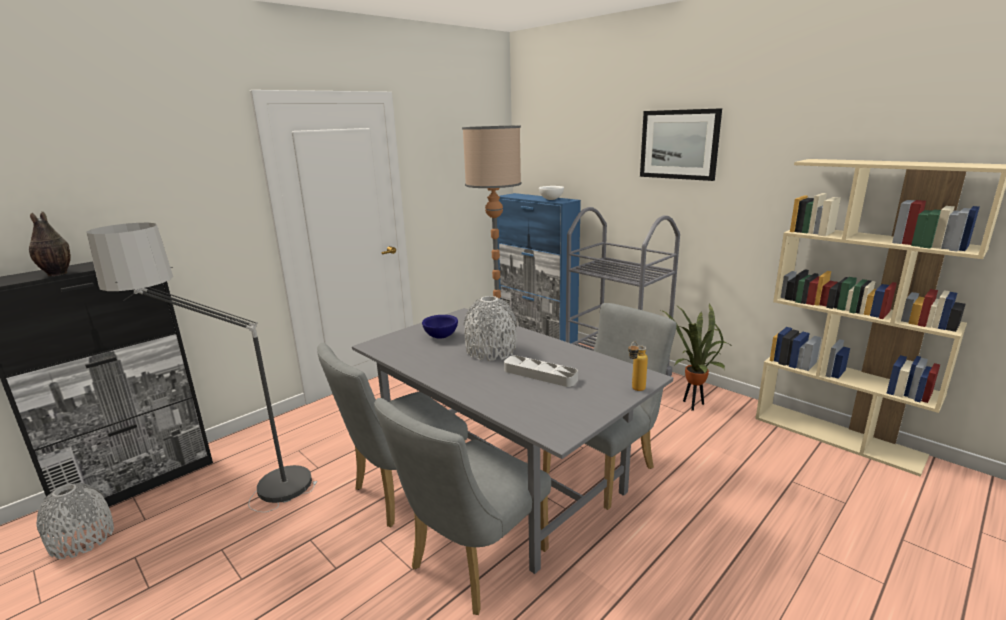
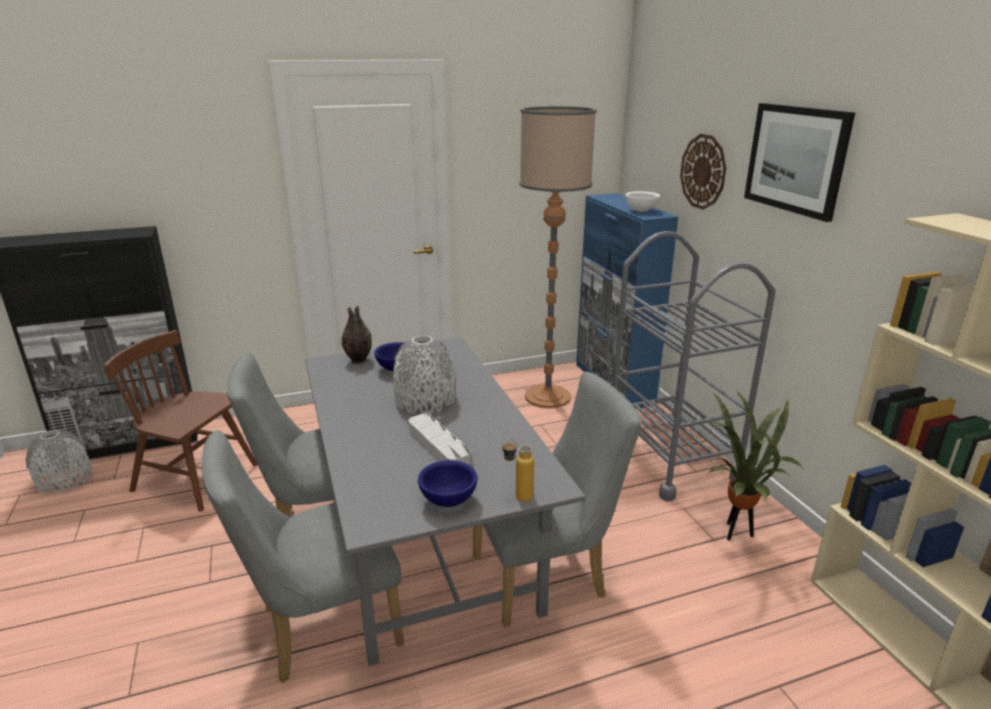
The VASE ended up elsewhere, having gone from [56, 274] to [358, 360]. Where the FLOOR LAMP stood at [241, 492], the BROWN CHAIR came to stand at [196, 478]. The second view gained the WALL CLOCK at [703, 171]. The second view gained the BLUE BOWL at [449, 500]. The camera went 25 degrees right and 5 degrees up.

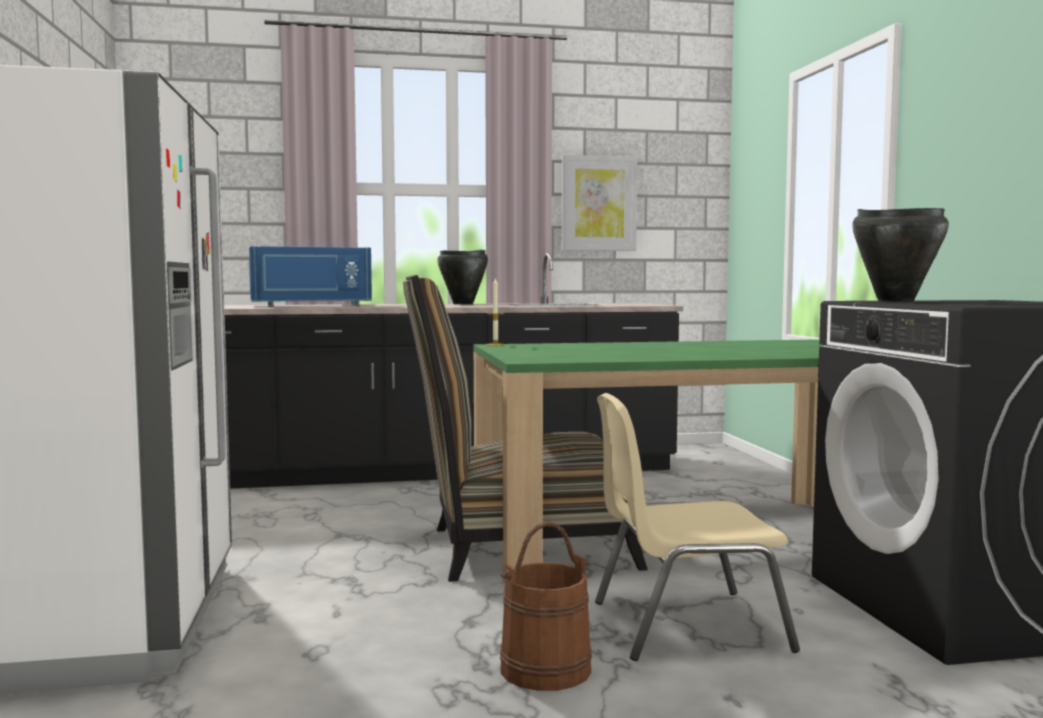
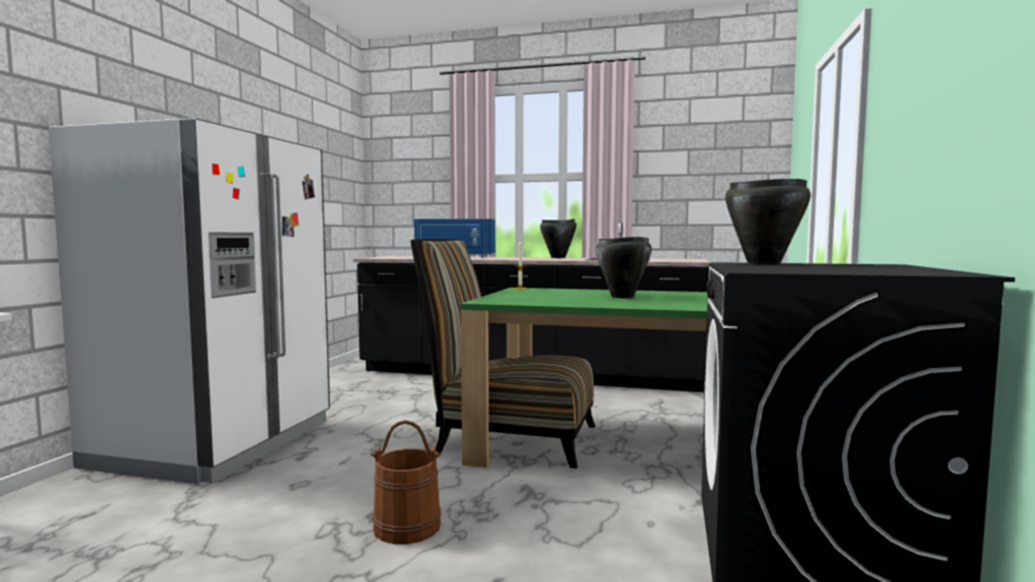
The second view lost the PICTURE at [598, 203]. The second view lost the BEIGE CHAIR at [685, 625]. The second view gained the BLACK COOKING POT at [622, 297]. The camera went 25 degrees right and 0 degrees up.

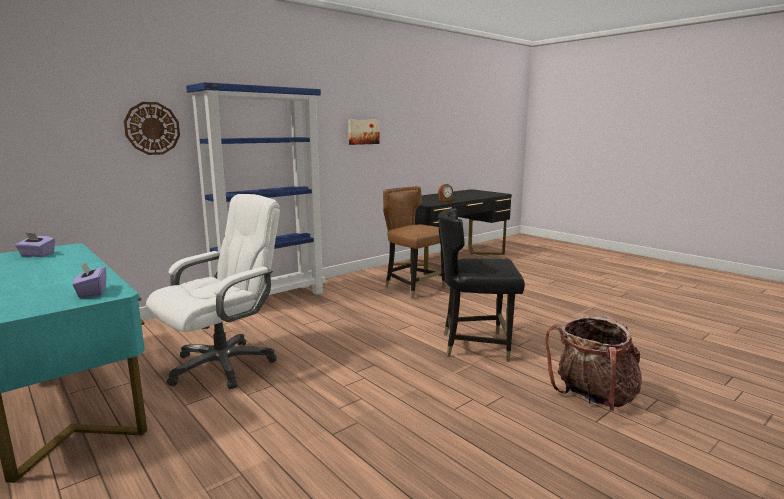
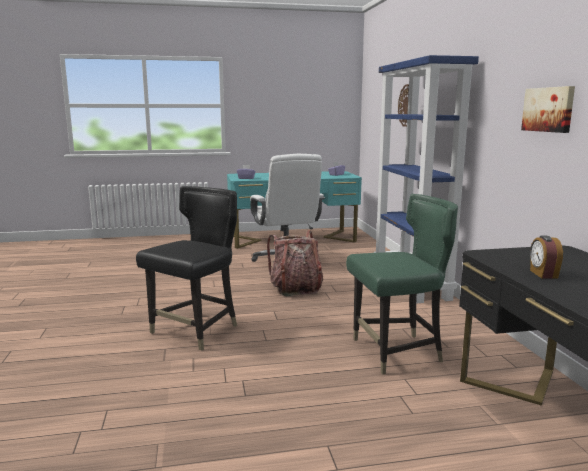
What was the BROWN CHAIR at [414, 288] turned into the GREEN CHAIR at [397, 352]. The BACKPACK ended up elsewhere, having gone from [593, 397] to [296, 289]. The camera went 120 degrees right and 0 degrees up.

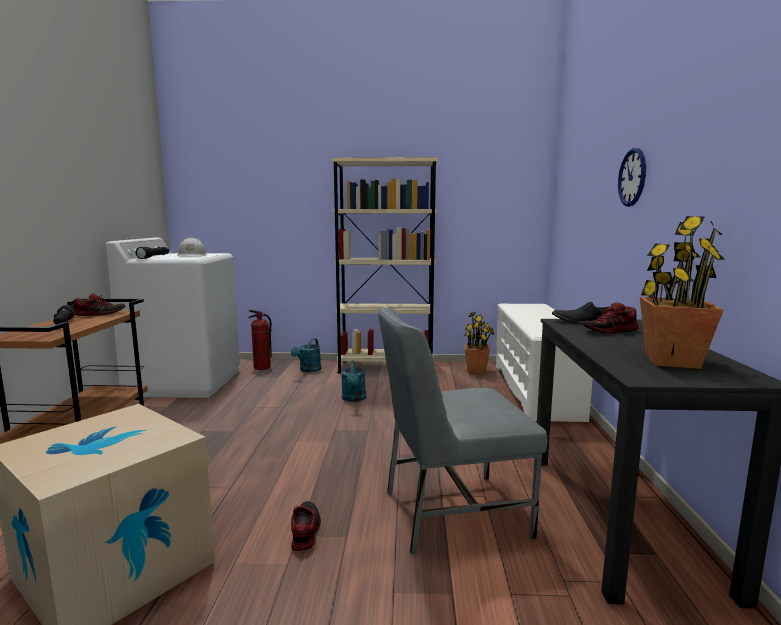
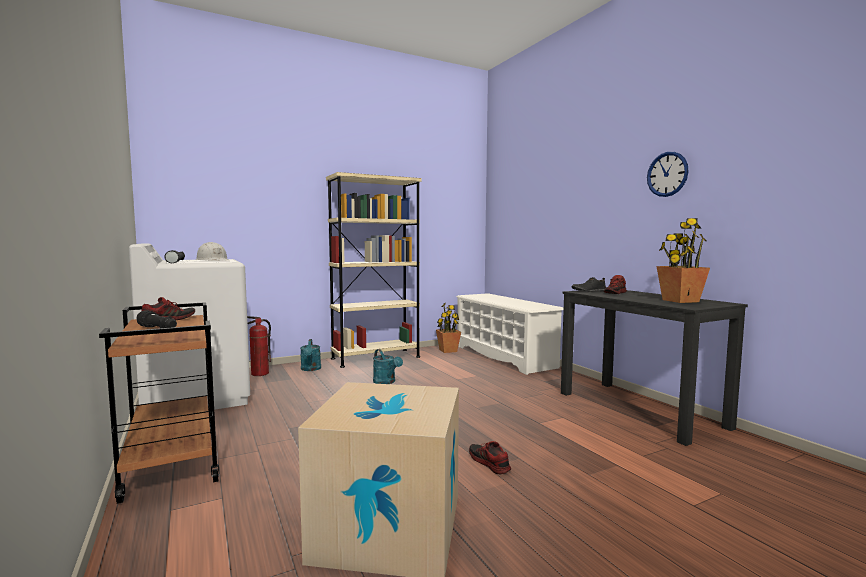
The WALL CLOCK ended up elsewhere, having gone from [632, 177] to [667, 174]. The second view lost the GREY CHAIR at [452, 512]. The camera went 30 degrees left and 5 degrees down.

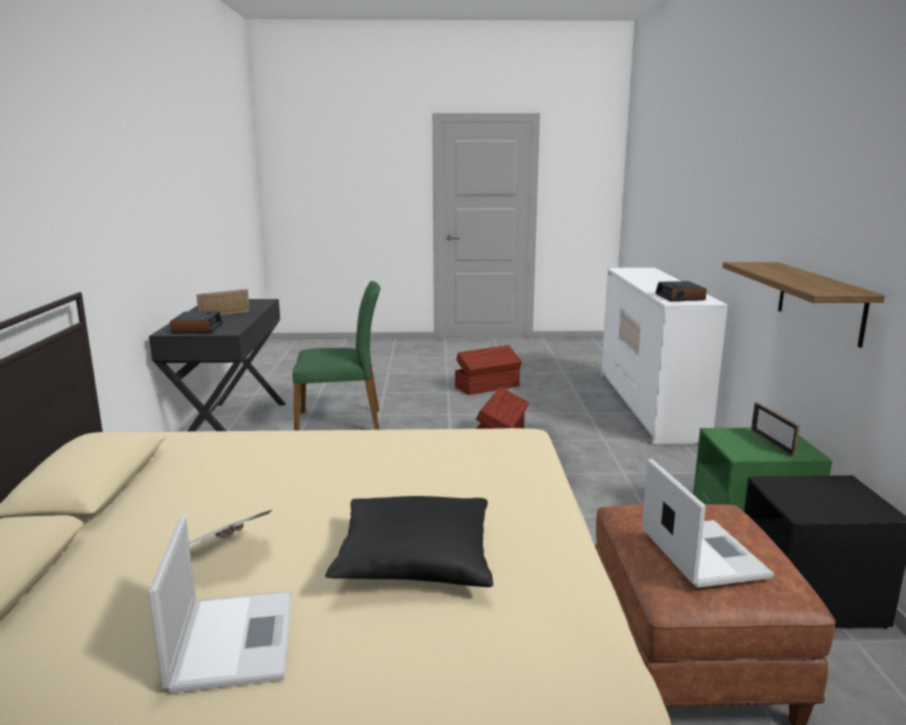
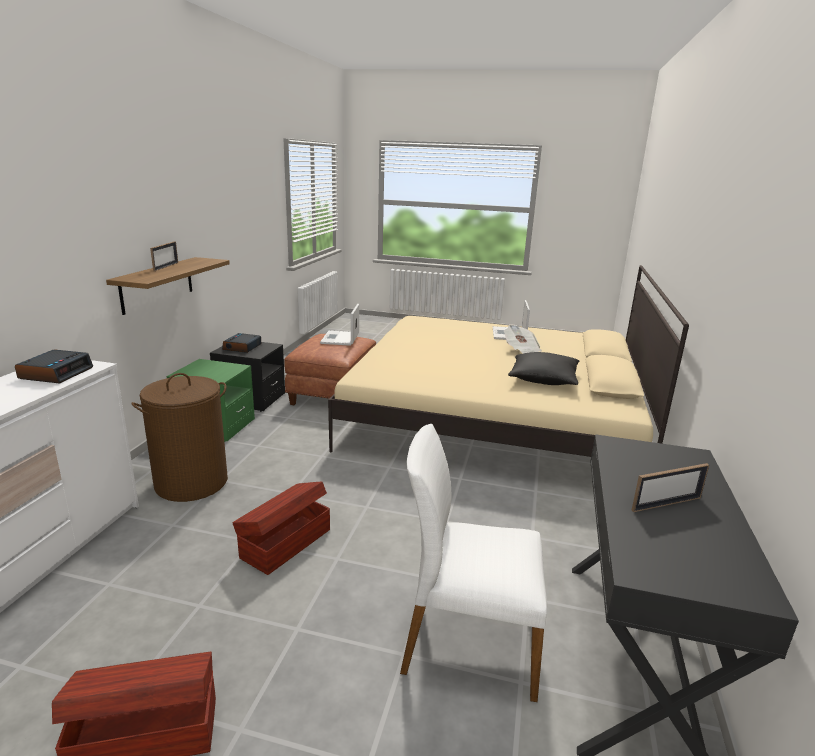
What was the GREEN CHAIR at [340, 422] turned into the WHITE CHAIR at [468, 641]. The ALARM CLOCK ended up elsewhere, having gone from [197, 328] to [242, 347]. The PICTURE FRAME ended up elsewhere, having gone from [772, 443] to [166, 266]. The BLACK PILLOW ended up elsewhere, having gone from [415, 561] to [543, 379]. The second view gained the BROWN LAUNDRY BASKET at [191, 482]. The camera went 165 degrees left and 5 degrees up.

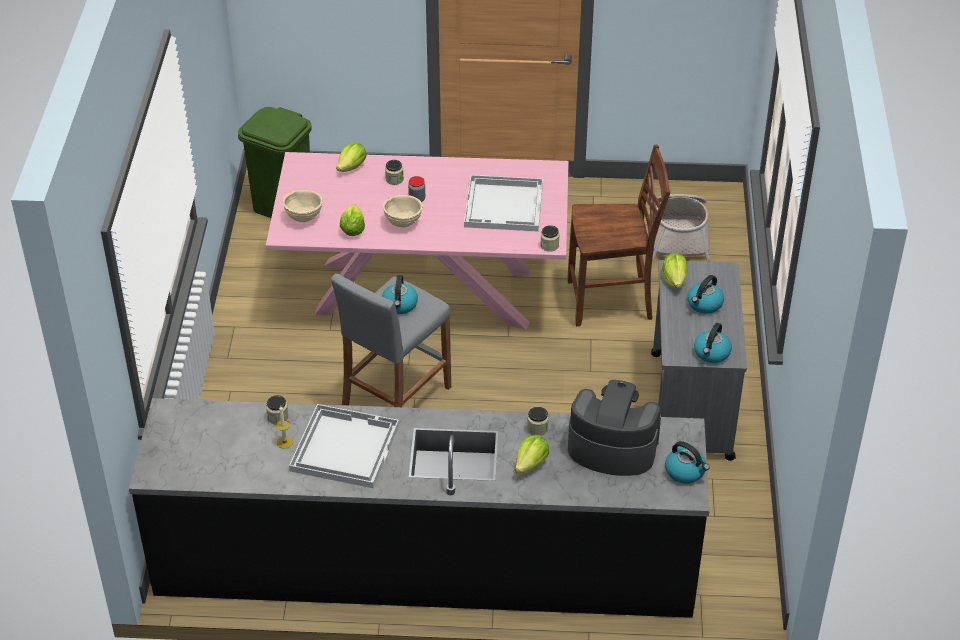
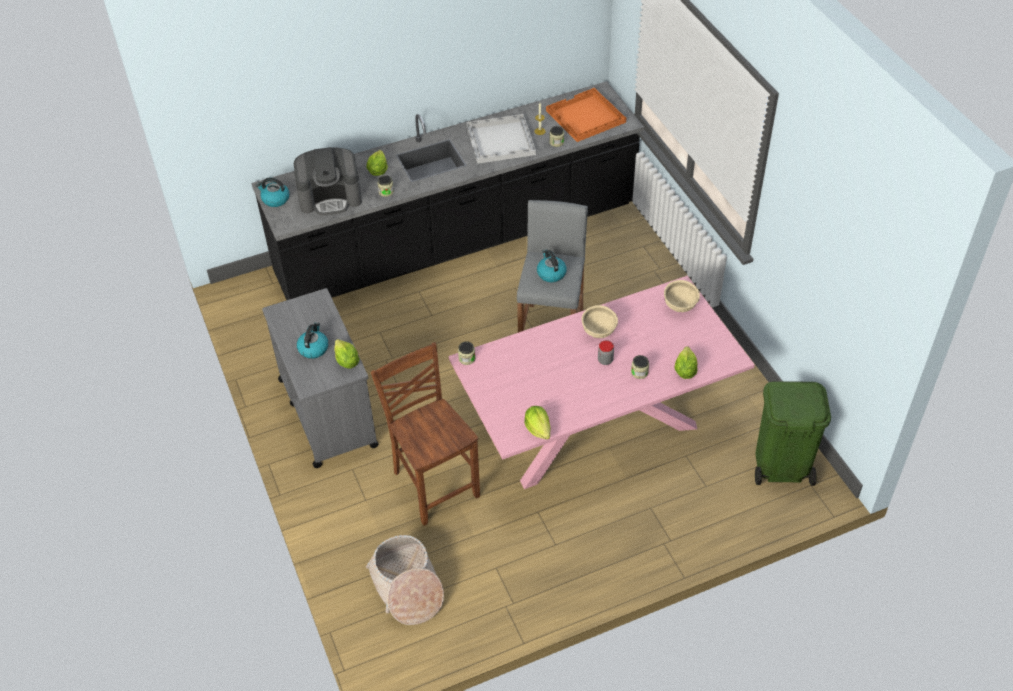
The BROWN CHAIR at [612, 302] ended up facing another way, 90 degrees clockwise from before. The second view lost the WHITE TRAY at [504, 206]. The LETTUCE ended up elsewhere, having gone from [352, 230] to [538, 429]. The second view lost the KETTLE at [711, 353]. The second view gained the ORANGE TRAY at [585, 117]. The camera went 155 degrees right and 5 degrees up.

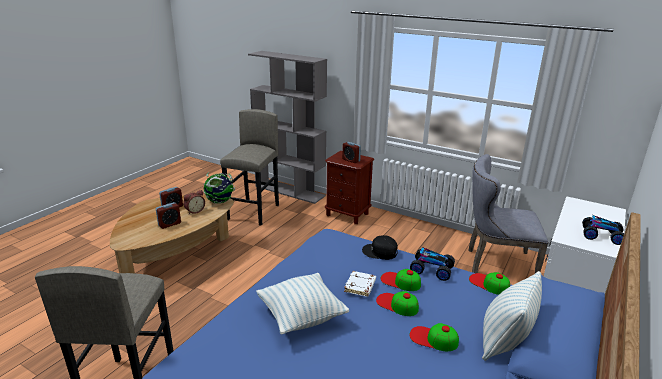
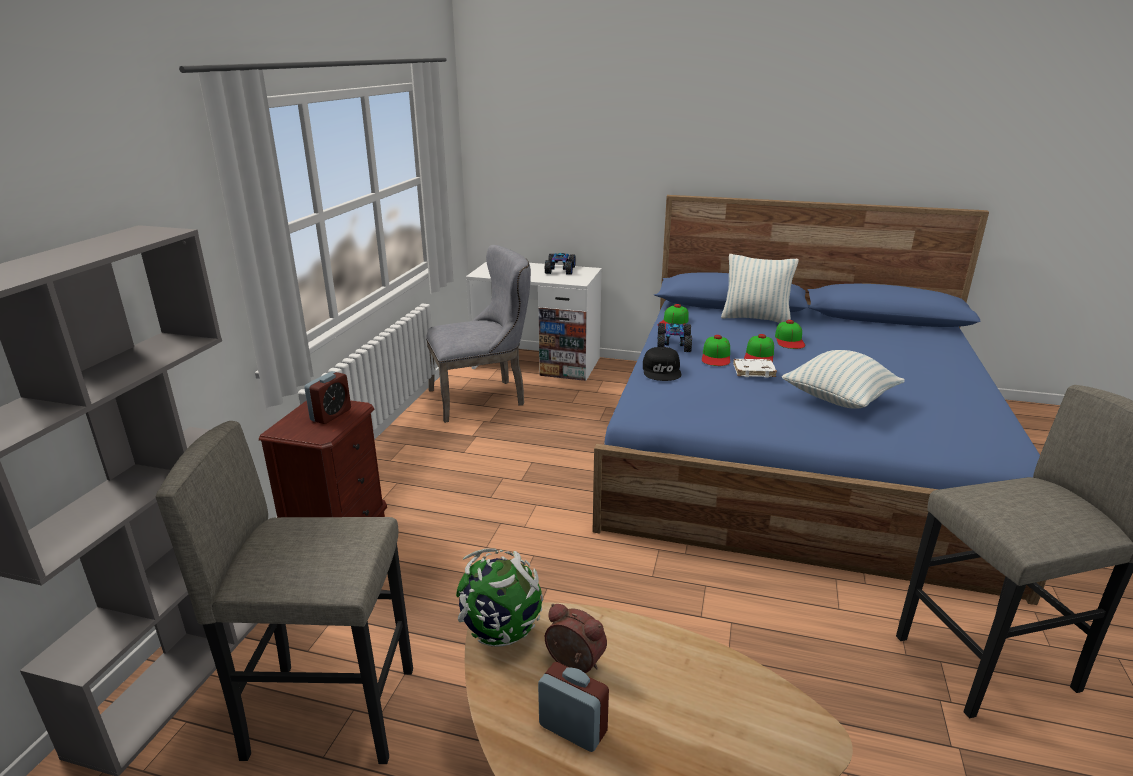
The GREY CHAIR at [495, 263] ended up facing another way, 105 degrees counterclockwise from before. The second view lost the ALARM CLOCK at [169, 224]. The camera went 105 degrees left and 0 degrees up.

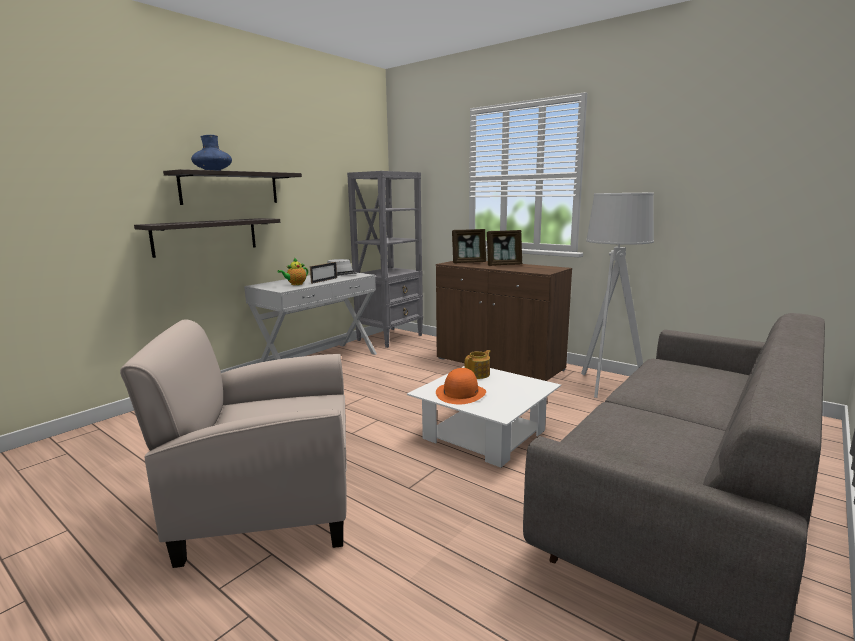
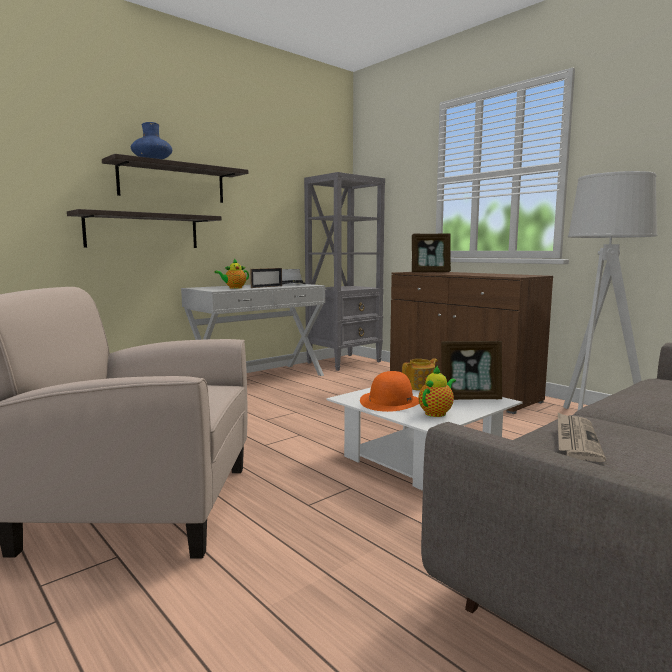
The PICTURE FRAME ended up elsewhere, having gone from [504, 265] to [470, 398]. The second view gained the TEAPOT at [437, 413]. The second view gained the NEWSPAPER at [575, 439]. The camera went 10 degrees right and 5 degrees down.

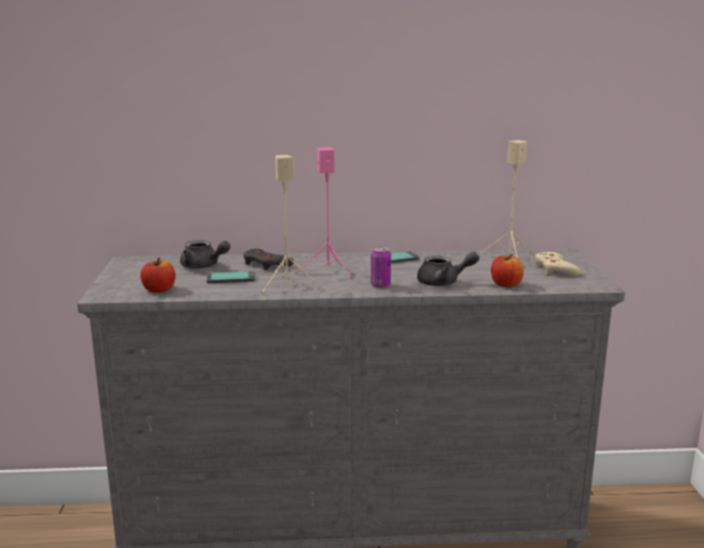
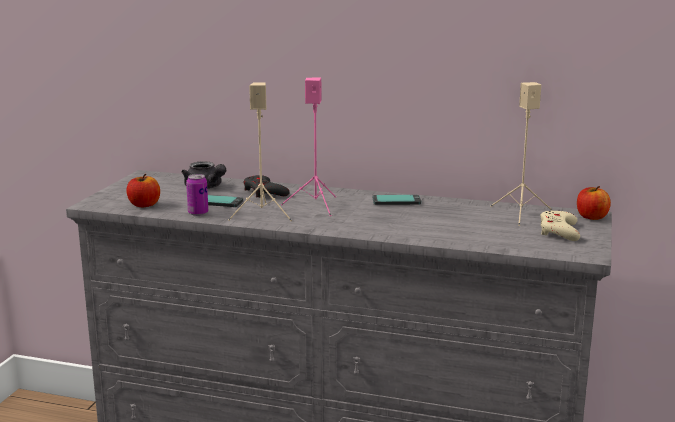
The CAN ended up elsewhere, having gone from [380, 285] to [198, 213]. The second view lost the GREY TEAPOT at [444, 282]. The APPLE ended up elsewhere, having gone from [505, 284] to [591, 217]. The camera went 20 degrees right and 0 degrees up.

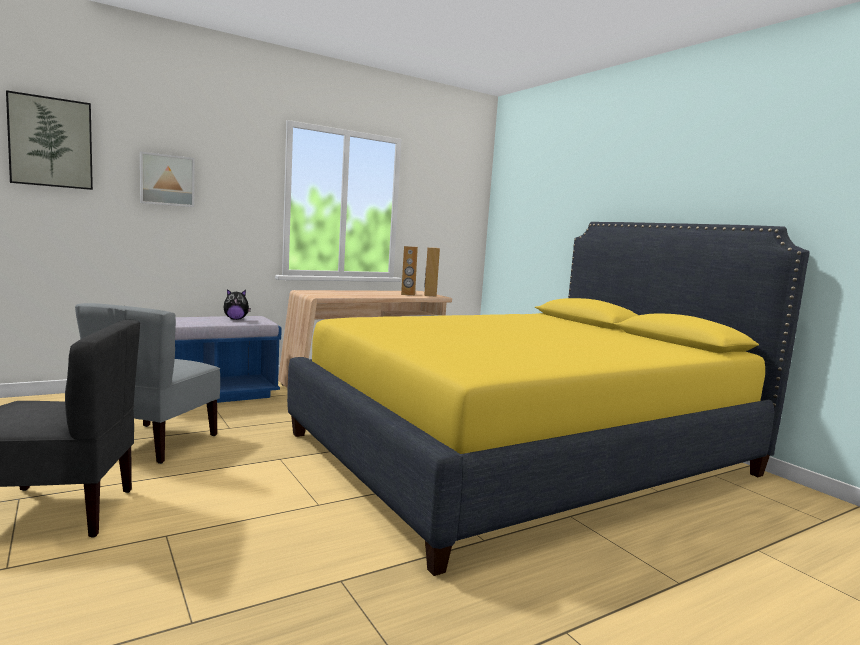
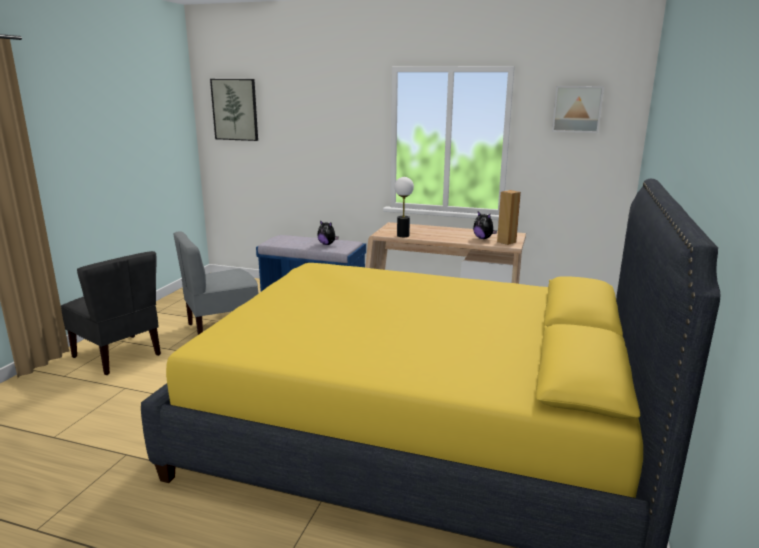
The PICTURE ended up elsewhere, having gone from [167, 180] to [577, 109]. Where the BROWN SPEAKER stood at [408, 294], the PLUSH TOY came to stand at [483, 238]. The second view gained the TABLE LAMP at [403, 235]. The camera went 50 degrees right and 10 degrees up.

